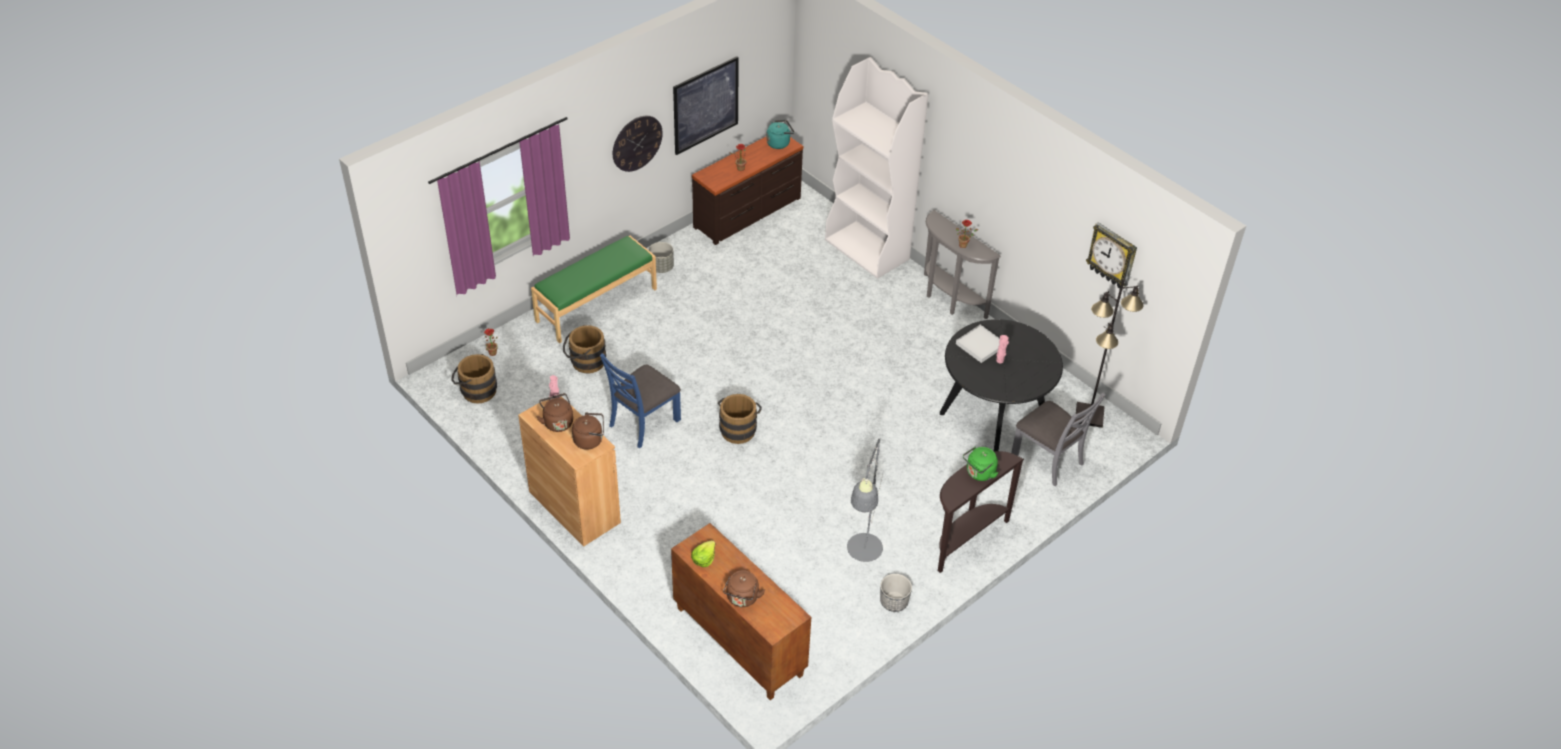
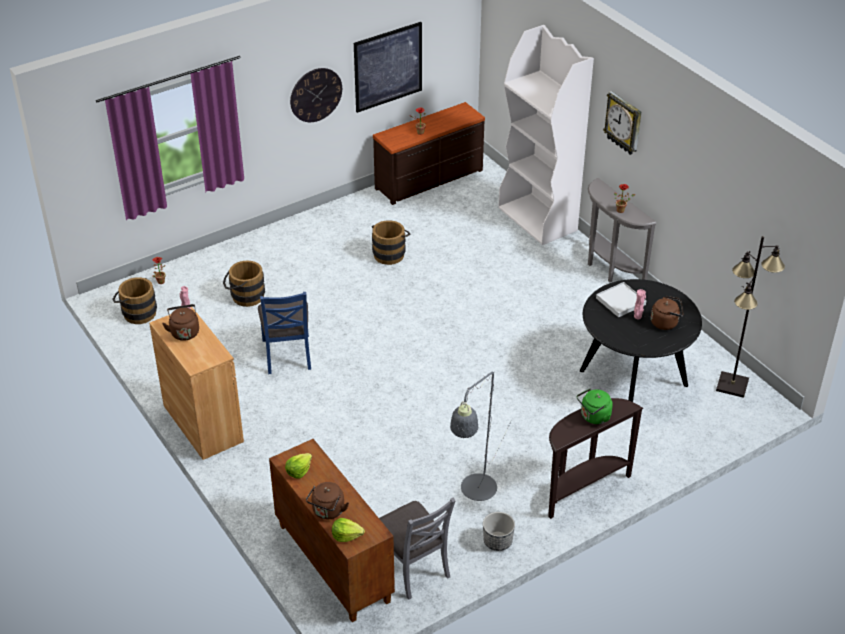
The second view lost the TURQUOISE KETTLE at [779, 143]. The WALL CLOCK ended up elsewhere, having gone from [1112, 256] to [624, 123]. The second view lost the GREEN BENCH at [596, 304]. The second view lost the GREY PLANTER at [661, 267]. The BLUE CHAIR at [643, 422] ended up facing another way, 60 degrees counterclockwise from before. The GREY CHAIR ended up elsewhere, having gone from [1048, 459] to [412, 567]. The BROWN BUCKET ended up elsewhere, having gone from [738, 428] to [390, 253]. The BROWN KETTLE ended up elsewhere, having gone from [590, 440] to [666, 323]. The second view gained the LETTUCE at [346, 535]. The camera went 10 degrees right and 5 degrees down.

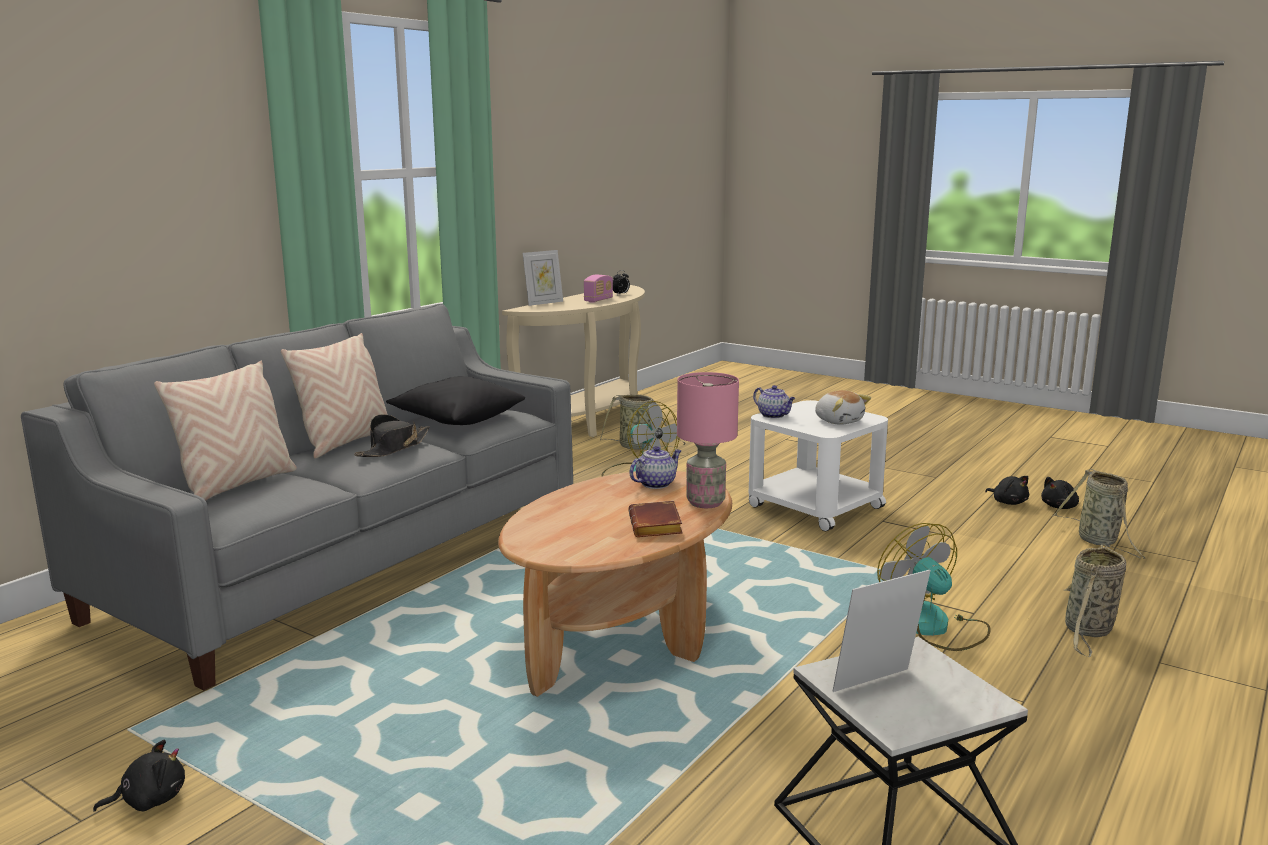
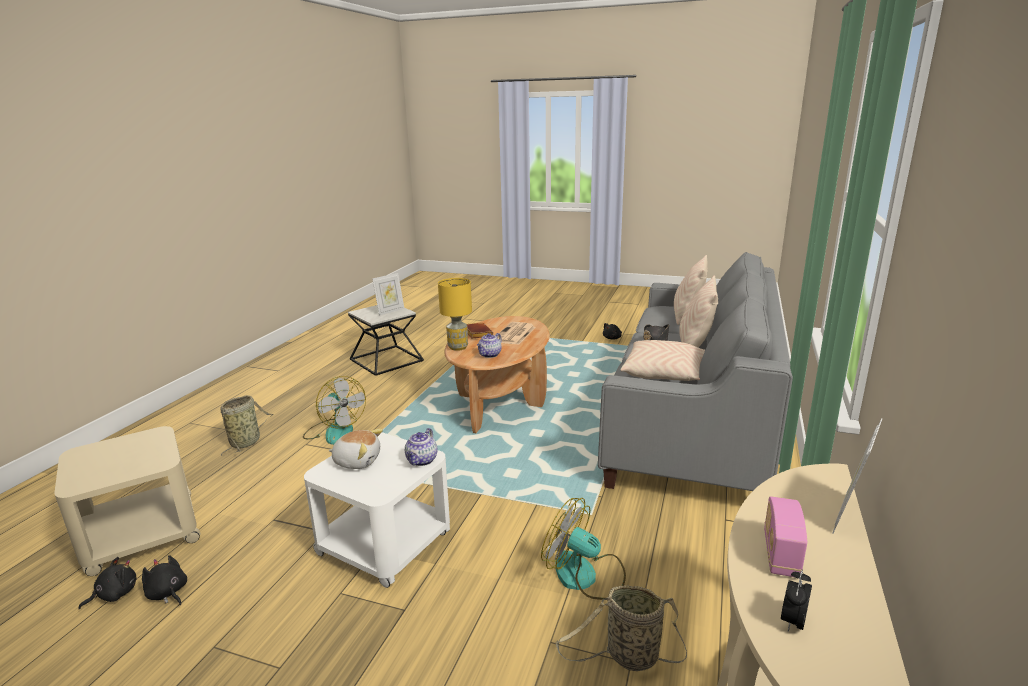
What was the PINK TABLE LAMP at [704, 502] turned into the YELLOW TABLE LAMP at [458, 347]. What was the BLACK PILLOW at [456, 419] turned into the BEIGE PILLOW at [664, 373]. The TEAPOT at [774, 415] ended up facing another way, 105 degrees counterclockwise from before. The PLUSH TOY at [839, 421] ended up facing another way, 150 degrees clockwise from before. Where the BASKET stood at [1099, 542], the BEIGE SIDE TABLE came to stand at [141, 534]. The second view gained the NEWSPAPER at [514, 334]. The camera went 165 degrees right and 5 degrees up.

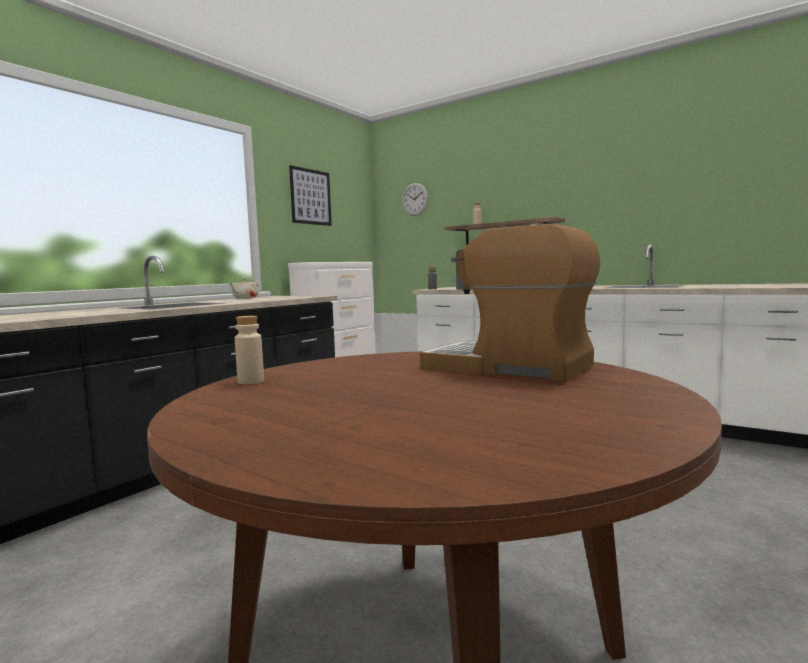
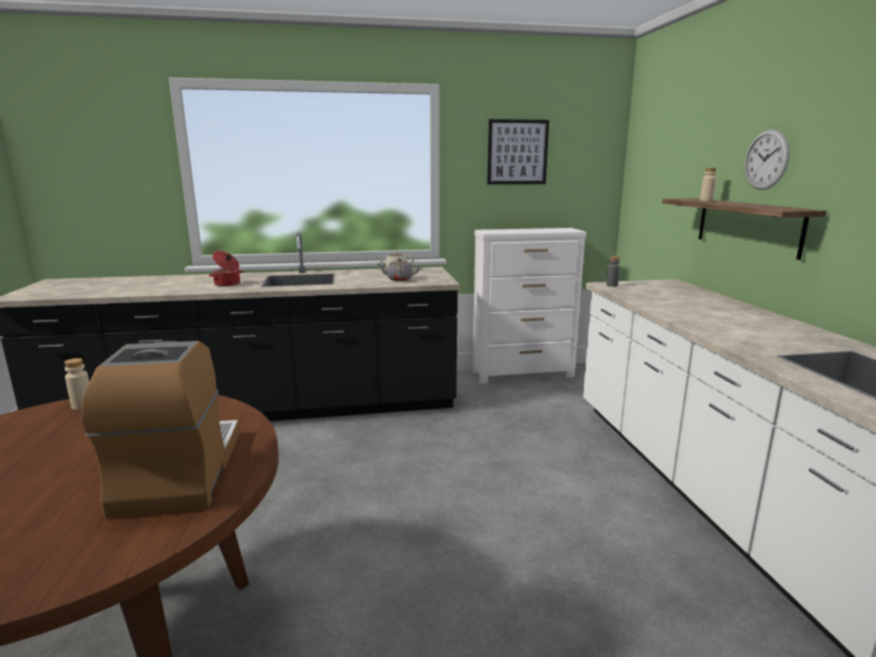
The WALL CLOCK ended up elsewhere, having gone from [415, 199] to [766, 159]. The second view gained the COOKING POT at [227, 284]. The second view gained the GREY TEAPOT at [399, 279]. The camera went 45 degrees right and 10 degrees up.

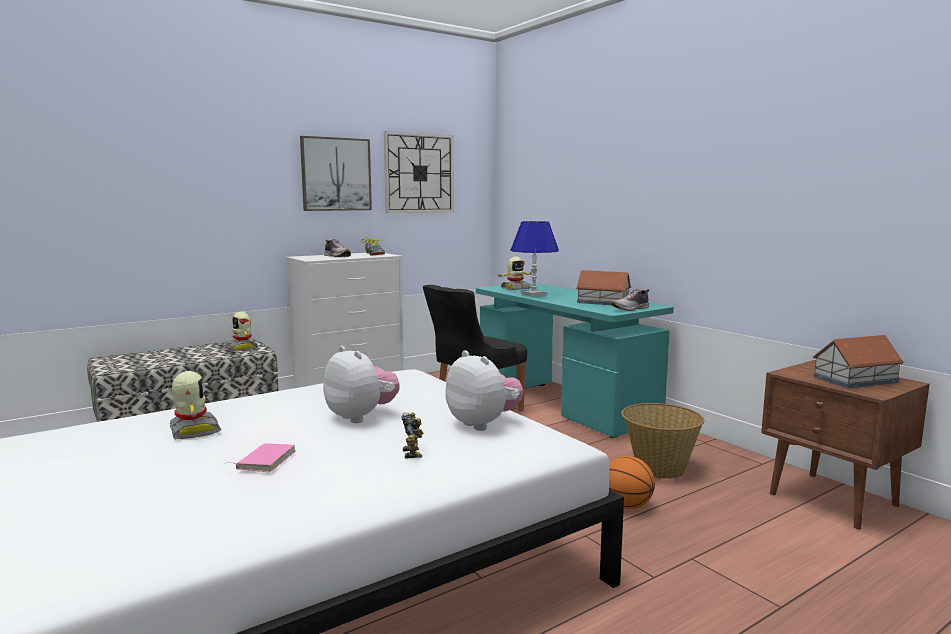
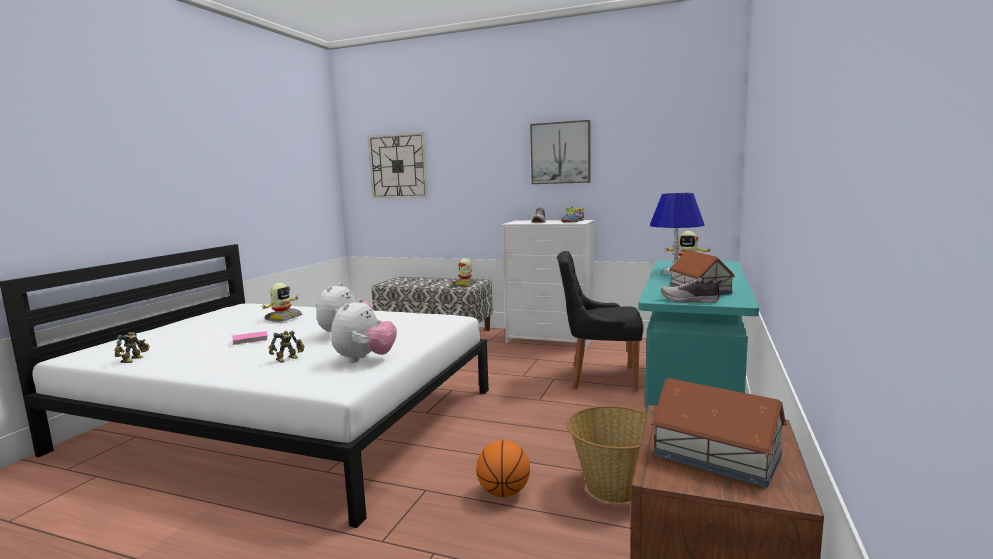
The WALL CLOCK ended up elsewhere, having gone from [419, 173] to [398, 166]. The second view gained the TOY ROBOT at [134, 360]. The camera went 55 degrees right and 0 degrees up.

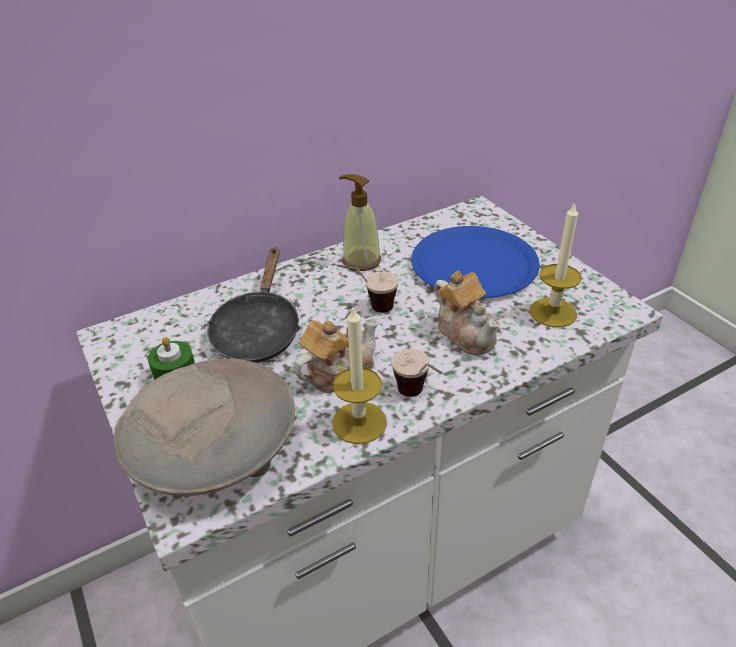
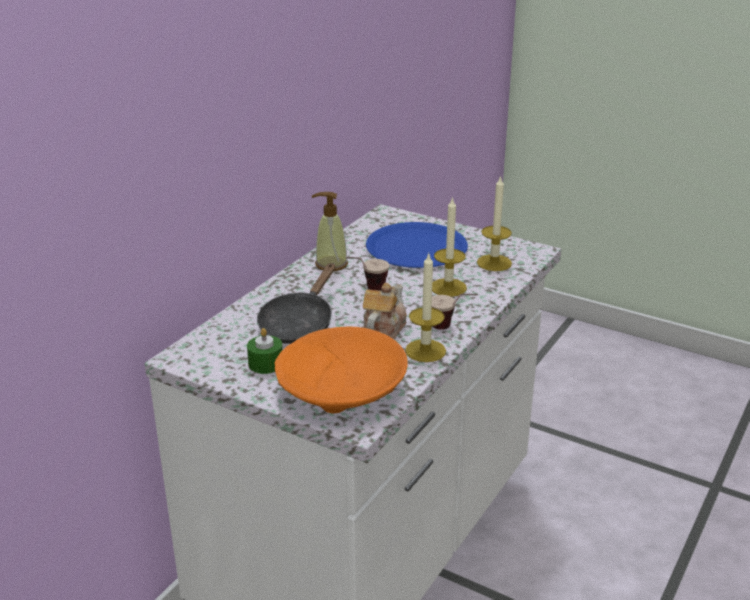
The BLACK FRYING PAN at [258, 331] ended up facing another way, 45 degrees clockwise from before. Where the TEAPOT stood at [466, 332], the CANDLE came to stand at [448, 287]. What was the BEIGE BOWL at [215, 449] turned into the ORANGE BOWL at [343, 391]. The camera went 30 degrees left and 10 degrees down.

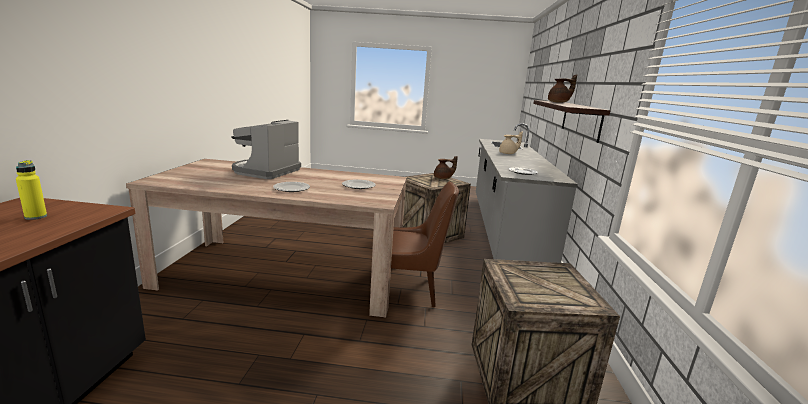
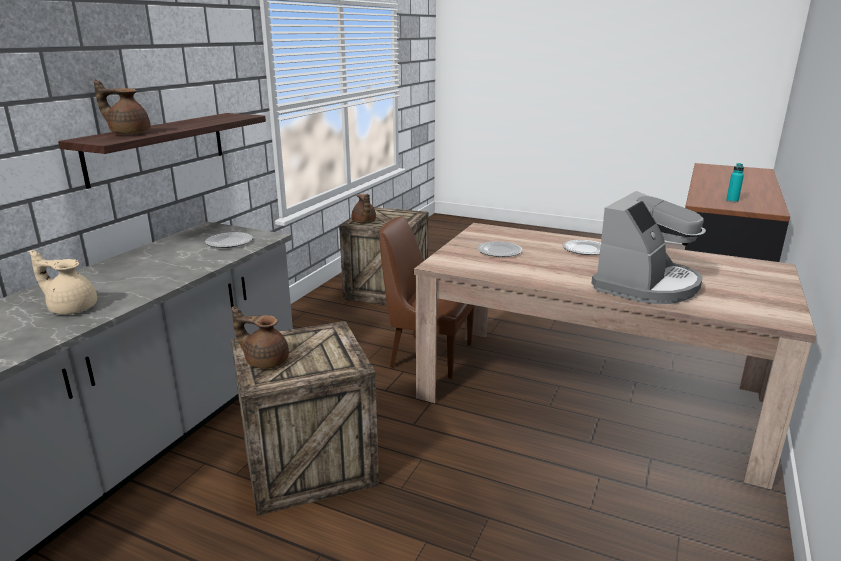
What was the YELLOW BOTTLE at [36, 217] turned into the TURQUOISE BOTTLE at [732, 201]. The second view gained the BROWN TEAPOT at [364, 222]. The camera went 160 degrees left and 5 degrees up.

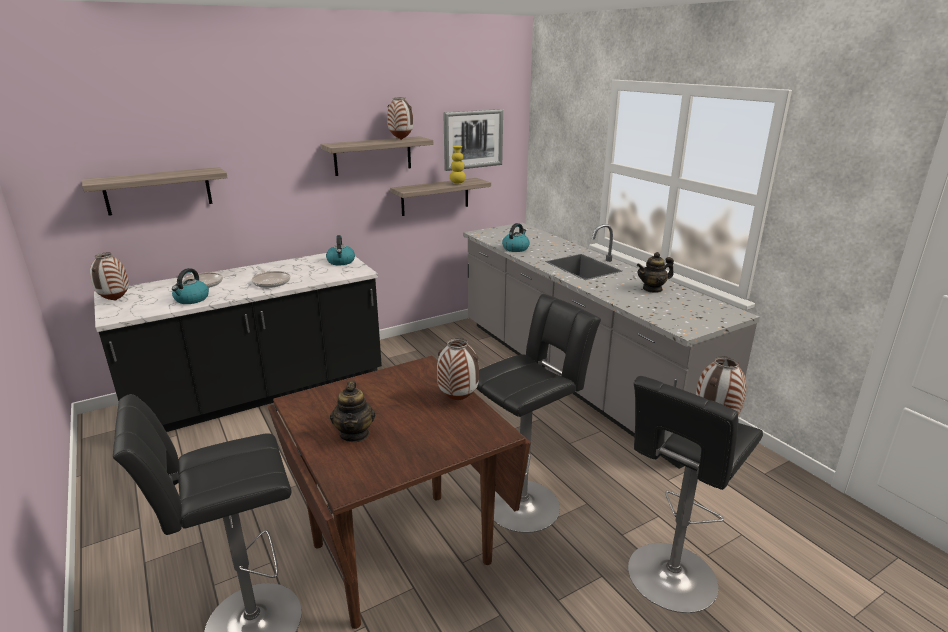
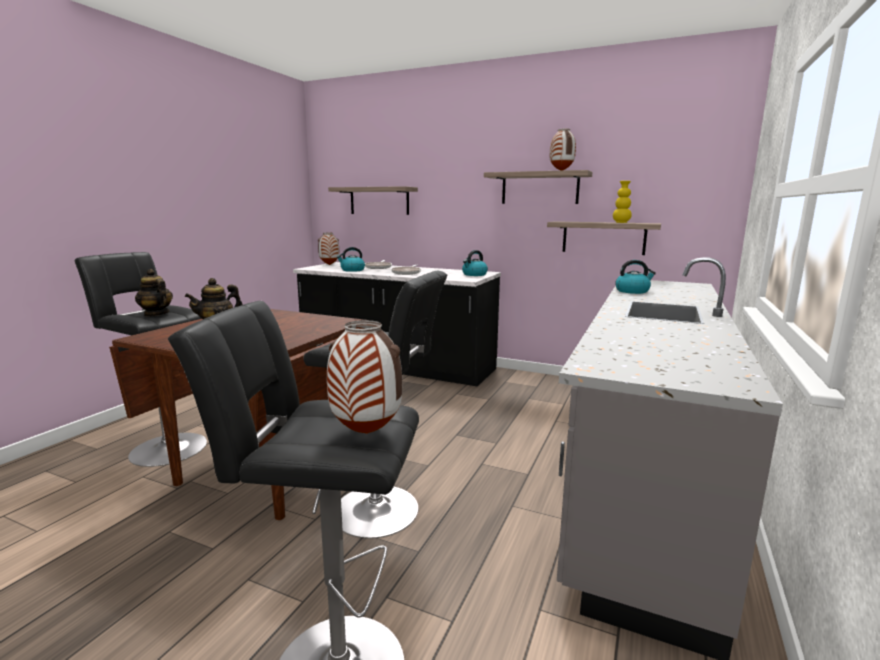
The second view lost the PICTURE at [473, 139]. The TEAPOT ended up elsewhere, having gone from [652, 289] to [156, 314]. The second view lost the VASE at [457, 399]. The camera went 55 degrees right and 10 degrees down.

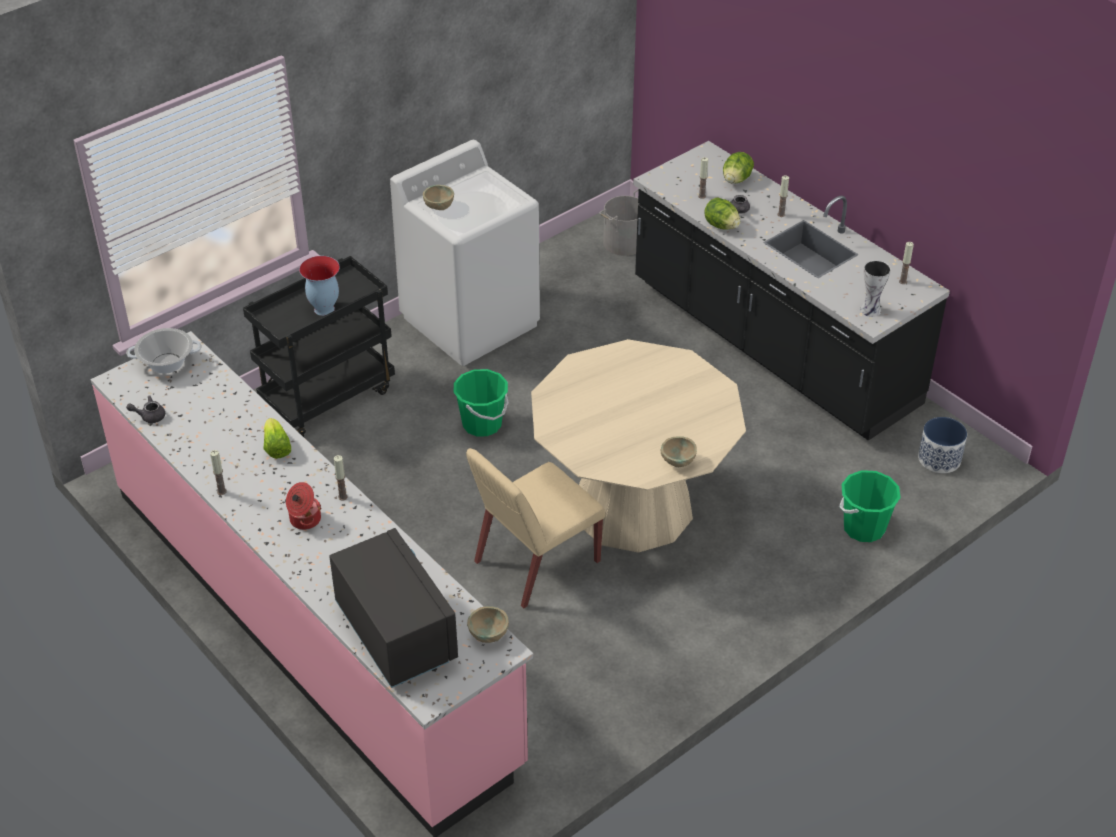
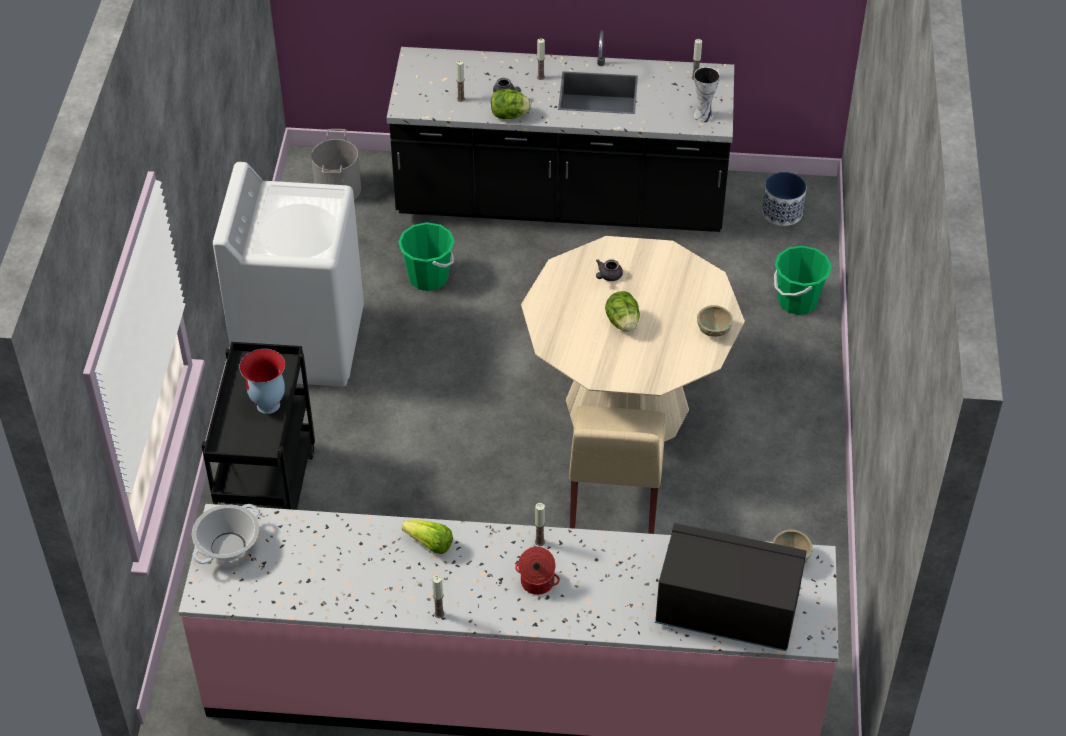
The LETTUCE ended up elsewhere, having gone from [736, 180] to [622, 322]. The second view lost the BEIGE BOWL at [439, 207]. The GREEN BUCKET ended up elsewhere, having gone from [482, 424] to [428, 277]. The GREY TEAPOT ended up elsewhere, having gone from [149, 416] to [608, 276]. The camera went 45 degrees left and 5 degrees up.

